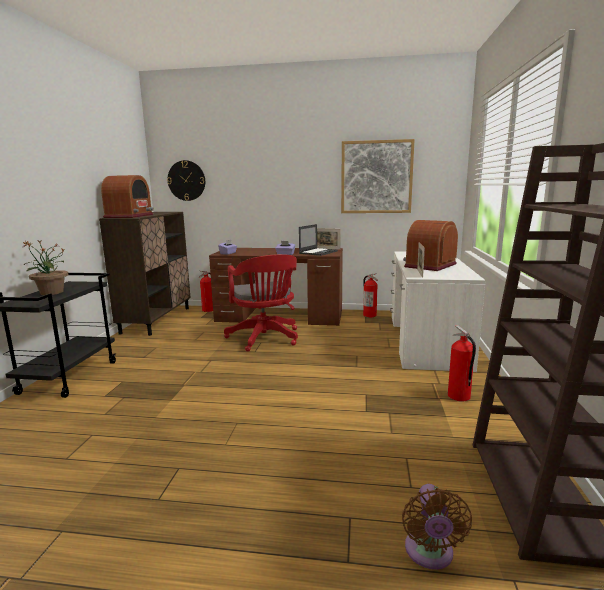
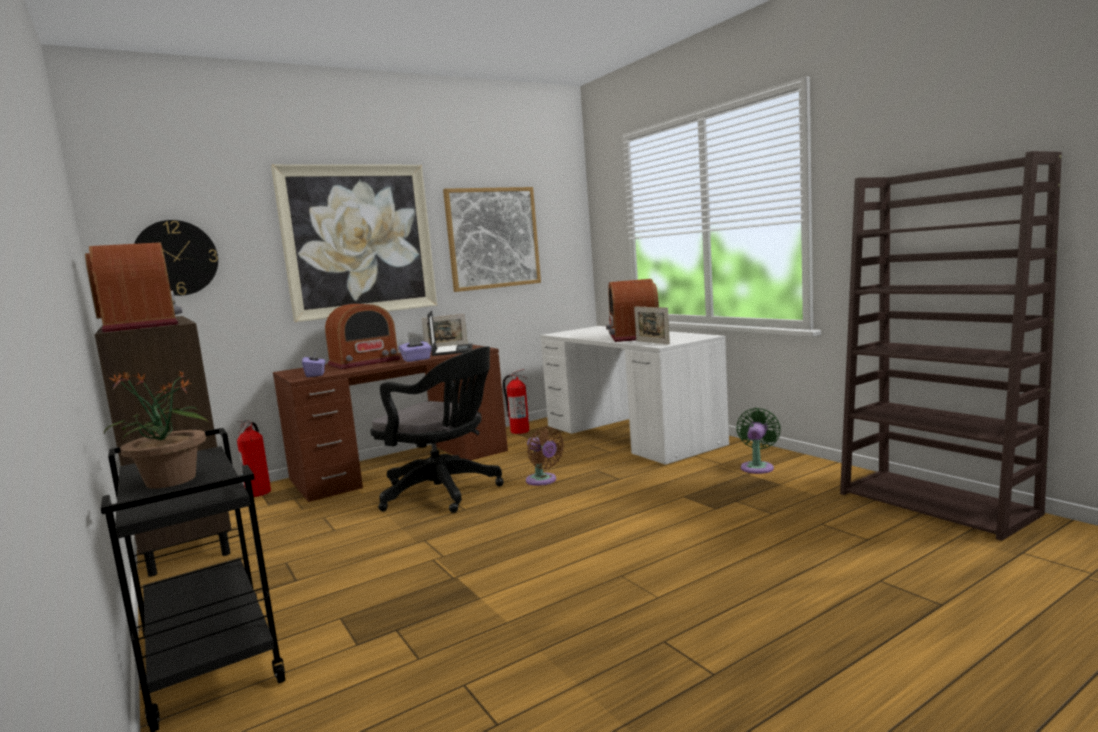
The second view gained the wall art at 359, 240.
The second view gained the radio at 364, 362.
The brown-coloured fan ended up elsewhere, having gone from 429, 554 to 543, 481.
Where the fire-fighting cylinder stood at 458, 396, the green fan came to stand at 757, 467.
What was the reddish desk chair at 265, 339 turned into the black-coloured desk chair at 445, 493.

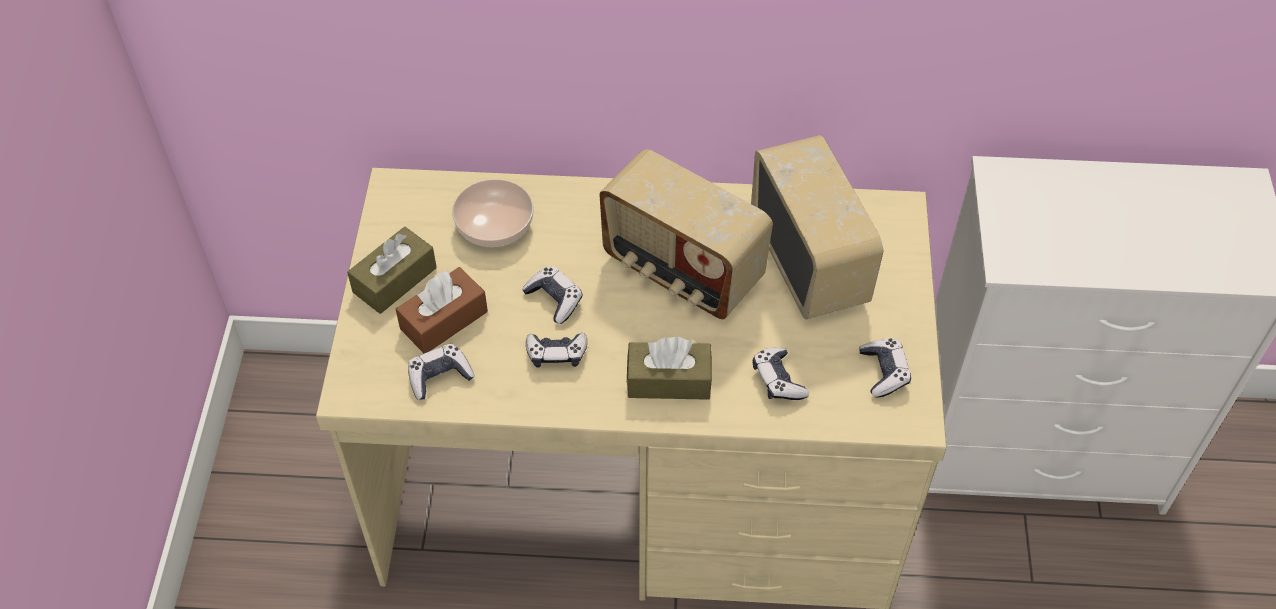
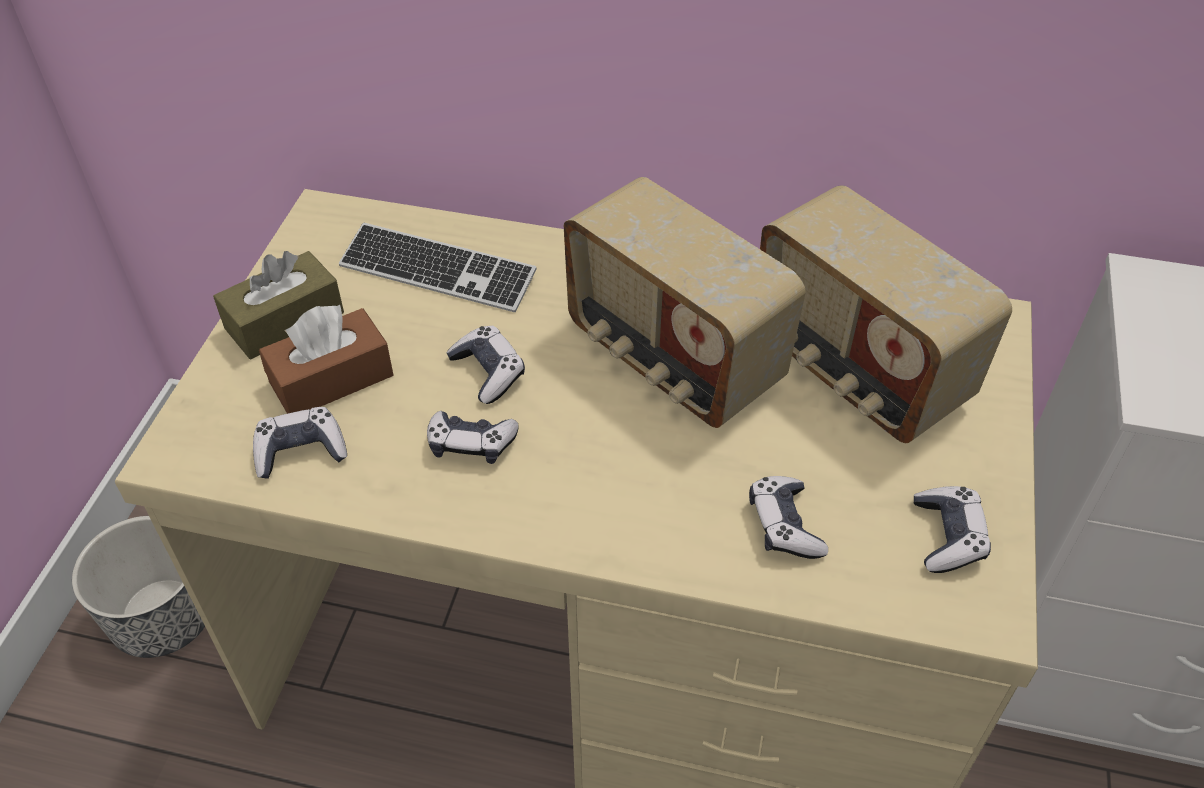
The second view lost the brown-coloured tissue box at 669, 380.
The second view gained the planter at 164, 616.
Where the bowl stood at 496, 225, the PC keyboard came to stand at 437, 271.
The radio at 810, 262 ended up facing another way, 150 degrees clockwise from before.

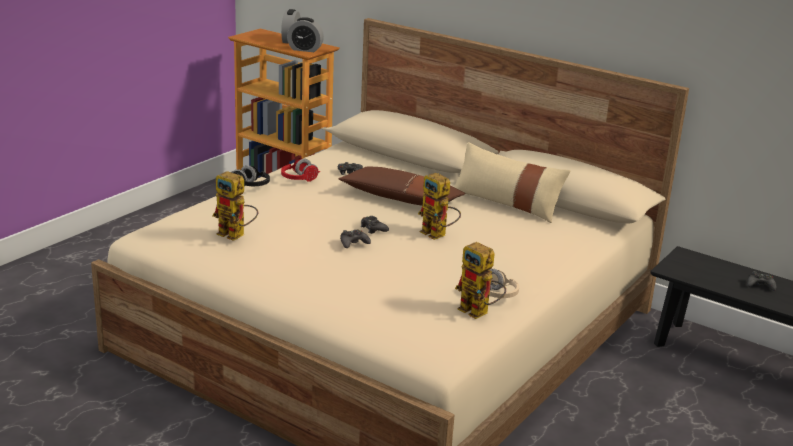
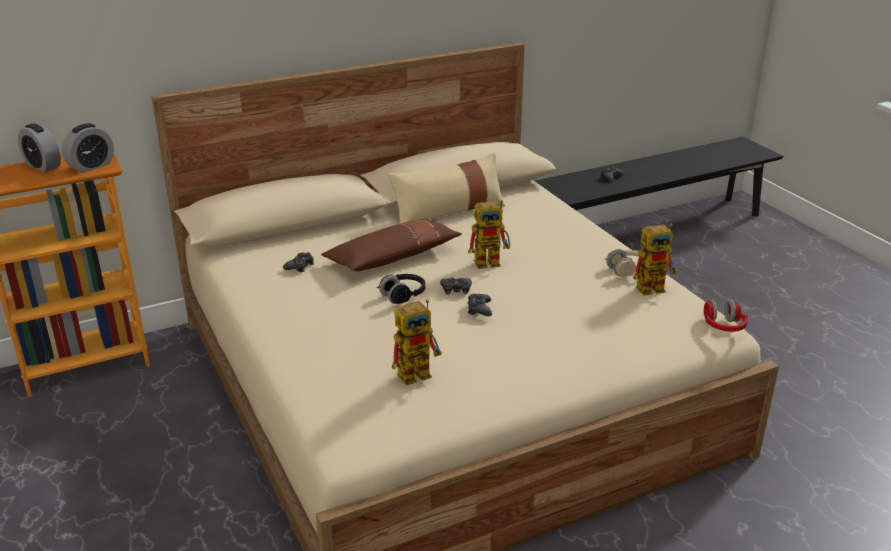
The black-coloured headset ended up elsewhere, having gone from 251, 186 to 403, 296.
The reddish headset ended up elsewhere, having gone from 299, 179 to 723, 326.

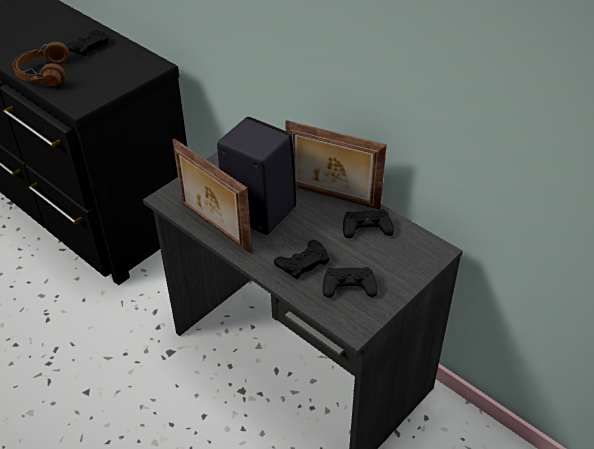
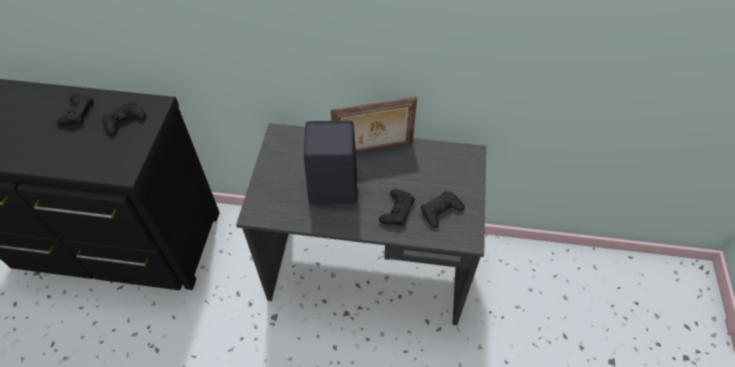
The second view lost the brown-coloured headset at 43, 75.
The second view lost the standing frame at 214, 227.
The black-coloured game controller ended up elsewhere, having gone from 366, 228 to 124, 120.

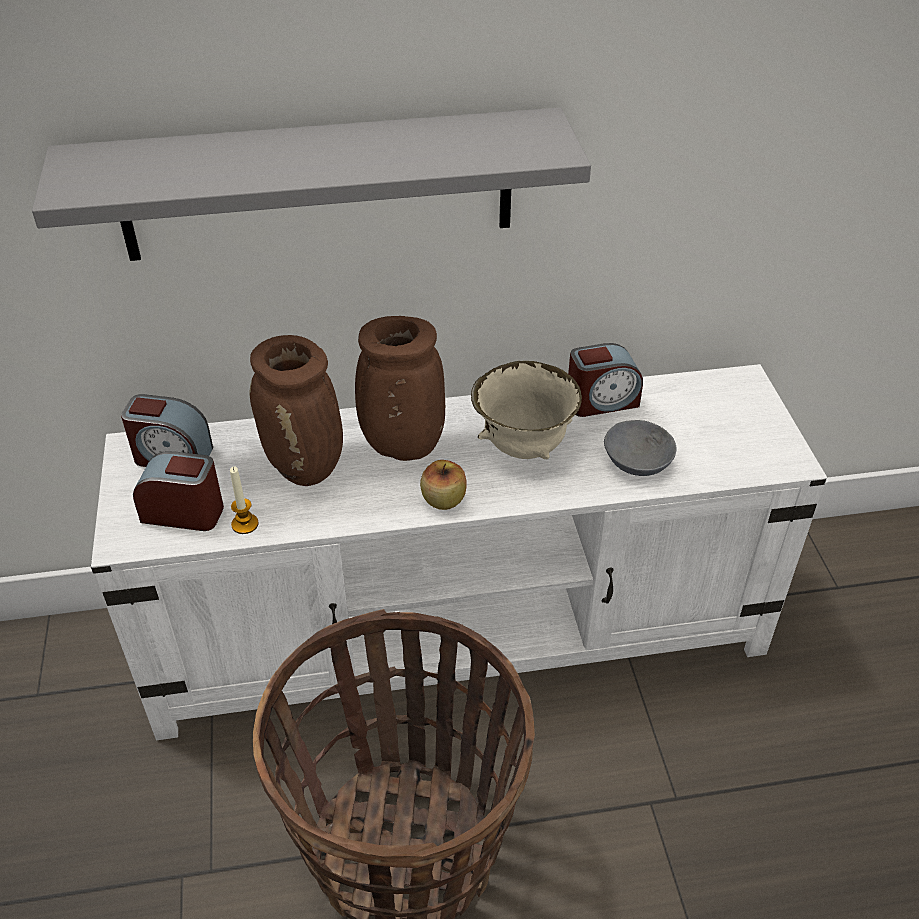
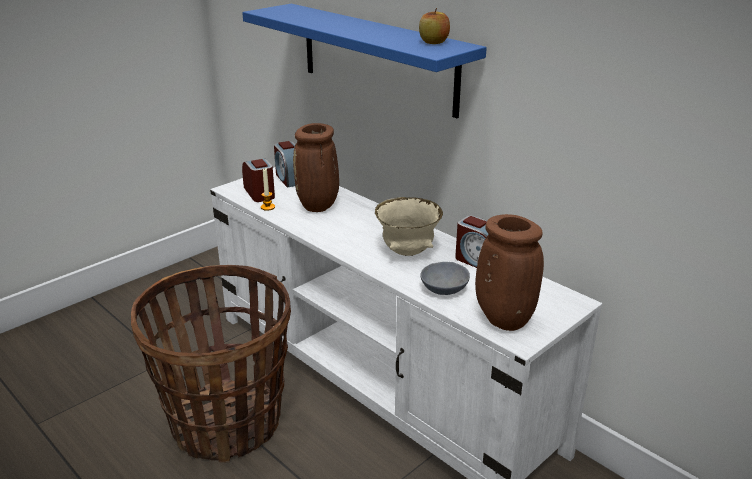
The brown-coloured flower vase ended up elsewhere, having gone from 401, 447 to 502, 319.
The apple ended up elsewhere, having gone from 443, 500 to 433, 42.
What was the greyish bracket shelf at 318, 186 turned into the blue-coloured bracket shelf at 377, 58.

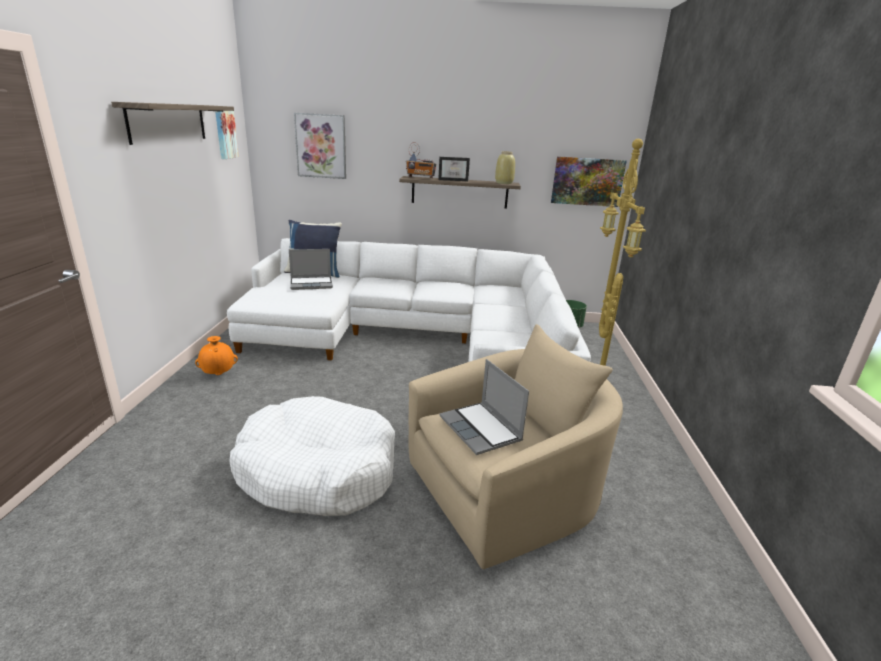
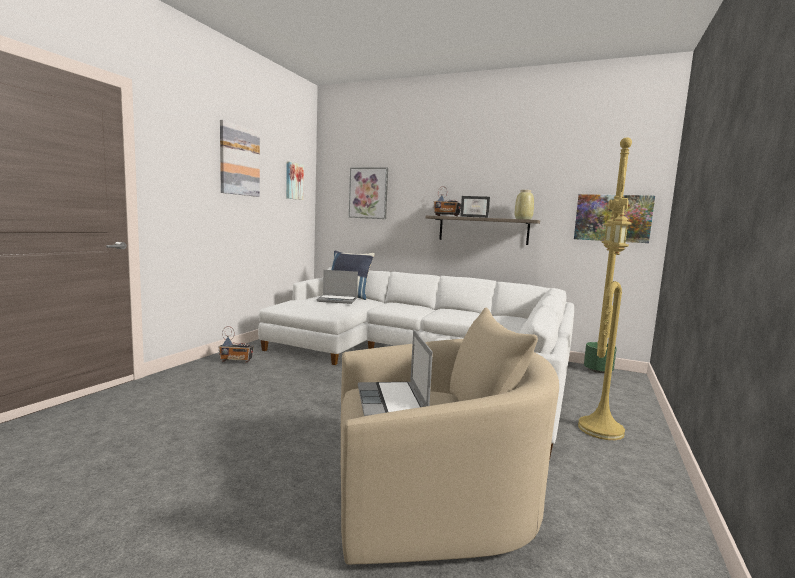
The second view lost the white-coloured pet bed at 317, 471.
Where the bracket shelf hung at 168, 122, the wall art came to hang at 239, 160.
Where the orange-coloured flower vase stood at 219, 374, the radio came to stand at 236, 361.

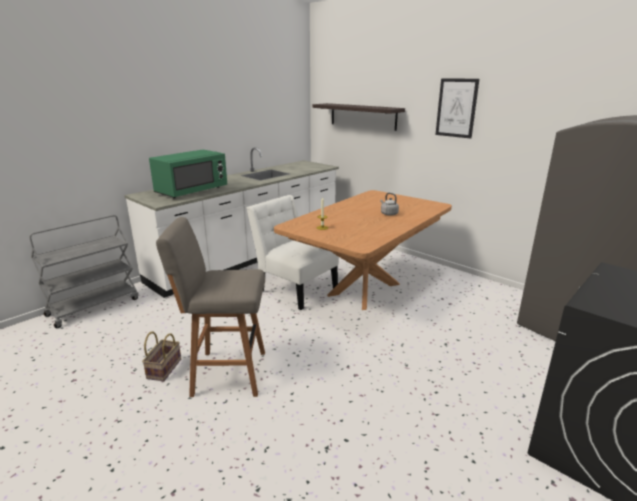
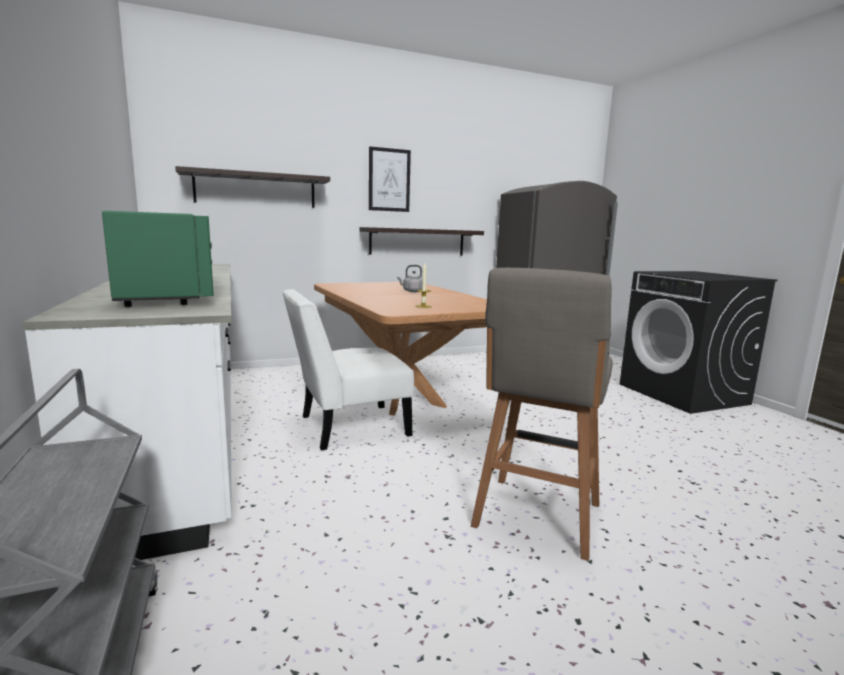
The second view lost the household basket at 164, 368.
The second view gained the bracket shelf at 417, 241.

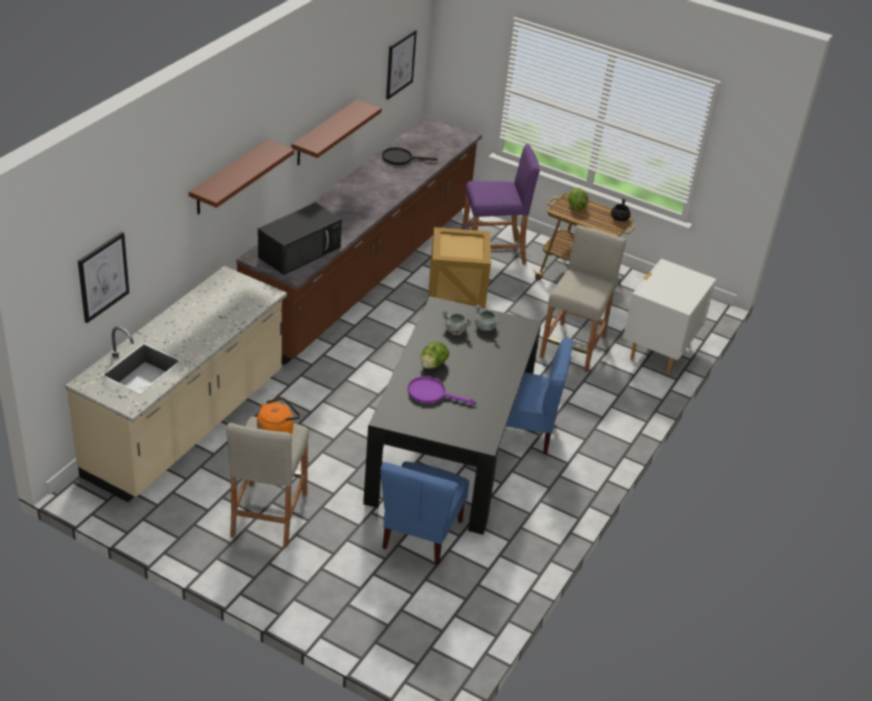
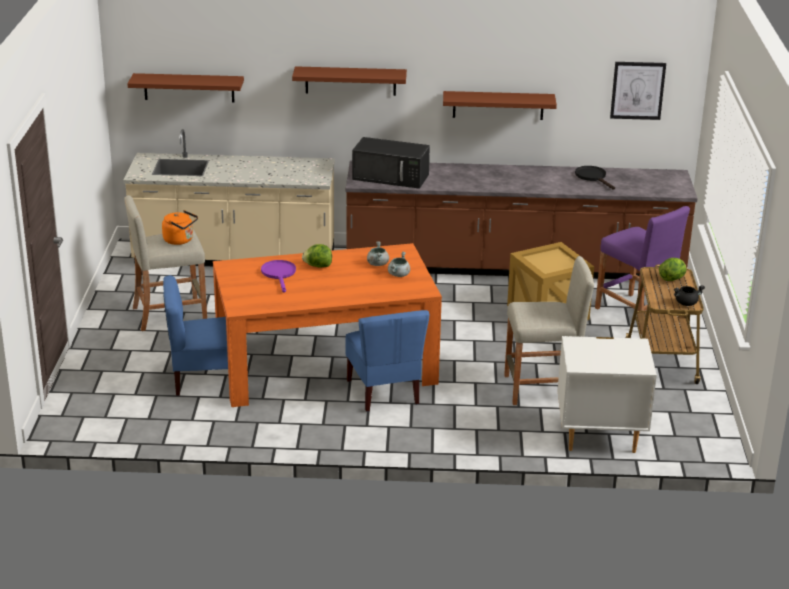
Where the wall art hung at 103, 276, the brown-coloured bracket shelf came to hang at 189, 87.
What was the black-coloured kitchen table at 450, 447 turned into the orange-coloured kitchen table at 326, 365.

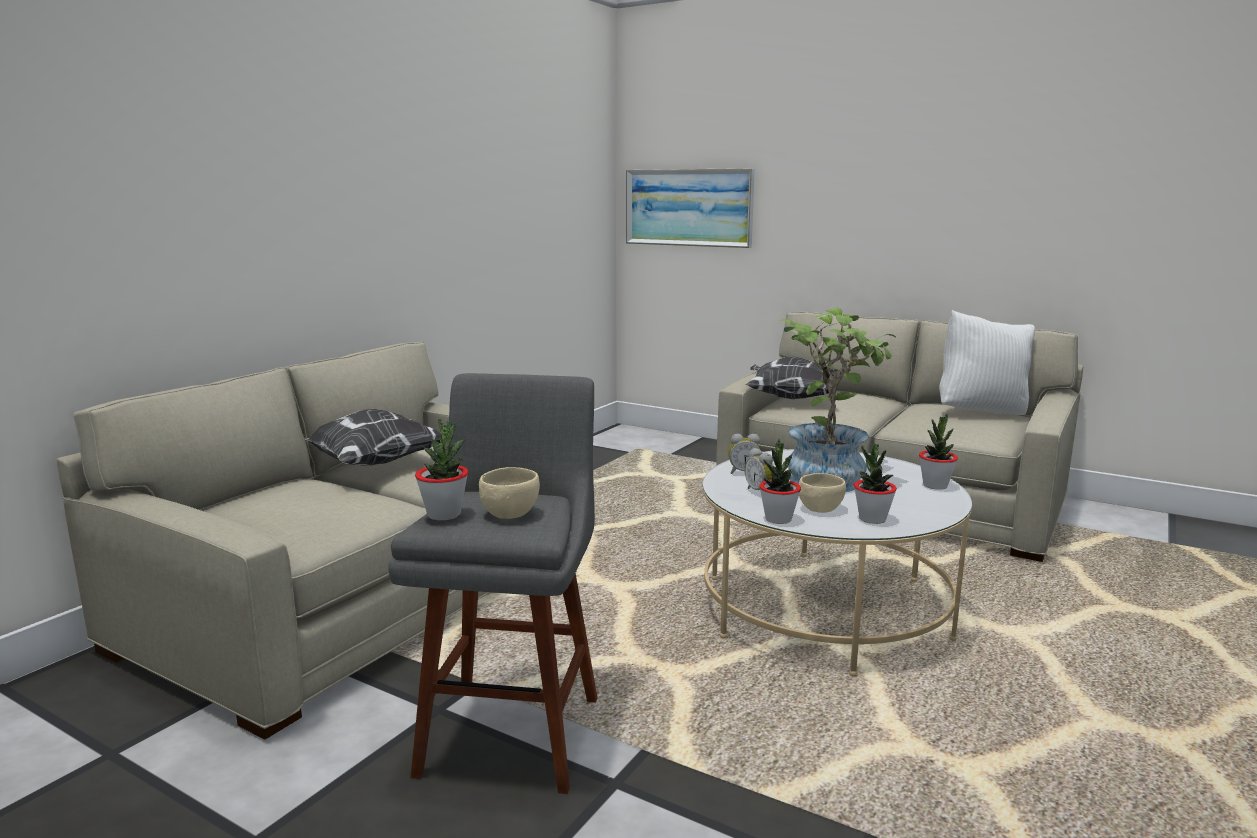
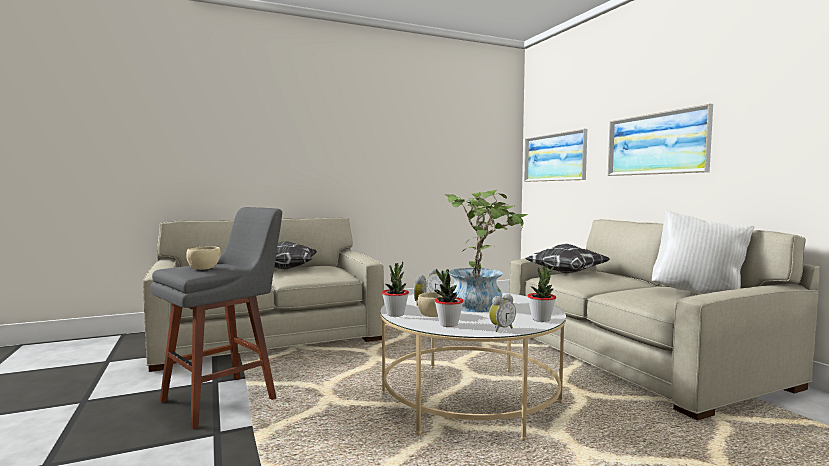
The second view lost the potted plant at 444, 514.
The second view gained the table clock at 501, 329.
The second view gained the wall art at 656, 144.

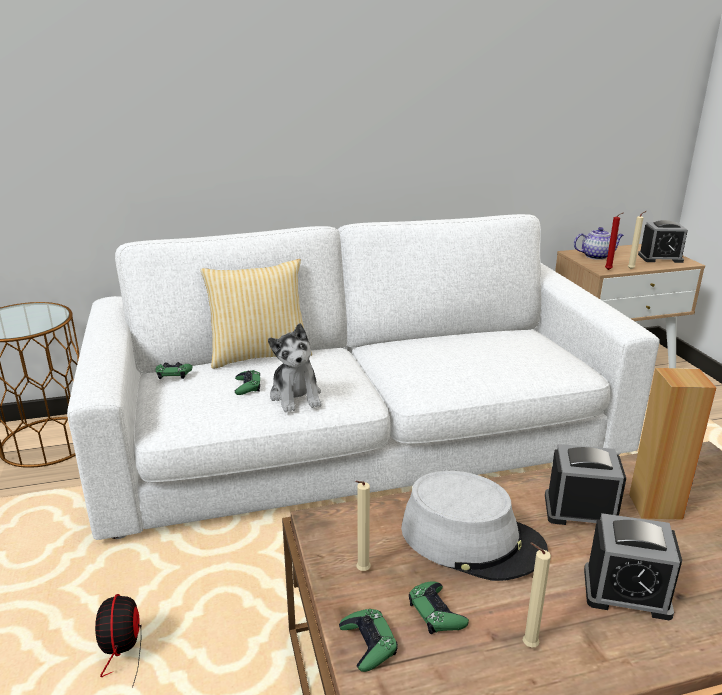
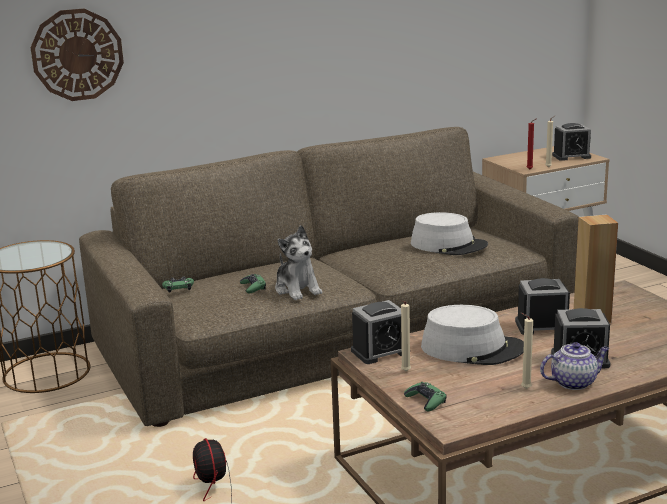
The second view lost the throw pillow at 259, 355.
The second view lost the green game controller at 436, 613.
The second view gained the clock on the wall at 77, 55.
The second view gained the table clock at 380, 351.
The second view gained the greyish hat at 448, 245.
The teapot ended up elsewhere, having gone from 596, 256 to 574, 382.
What was the white-coloured sofa at 360, 436 turned into the brown-coloured sofa at 336, 335.

